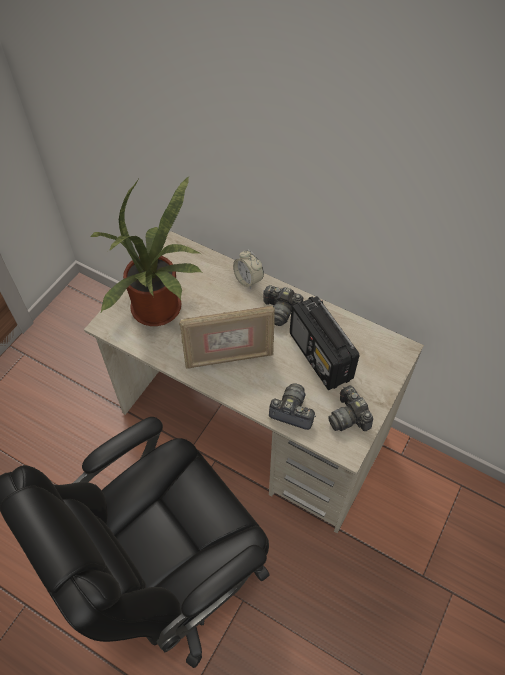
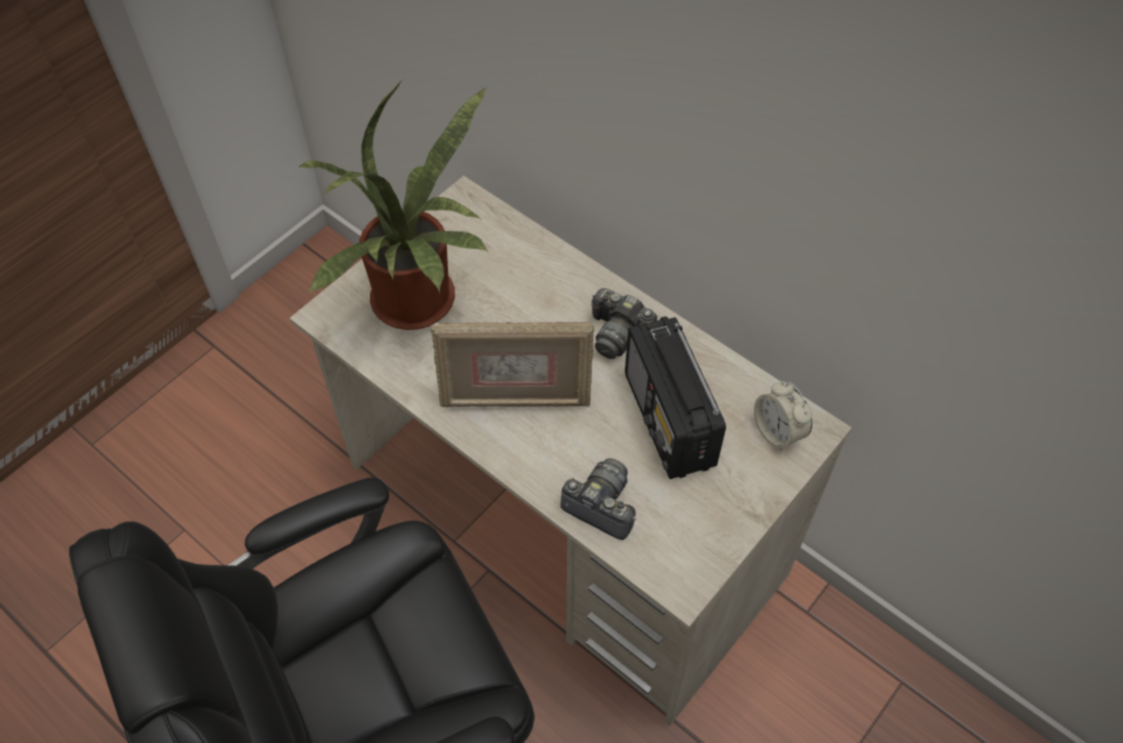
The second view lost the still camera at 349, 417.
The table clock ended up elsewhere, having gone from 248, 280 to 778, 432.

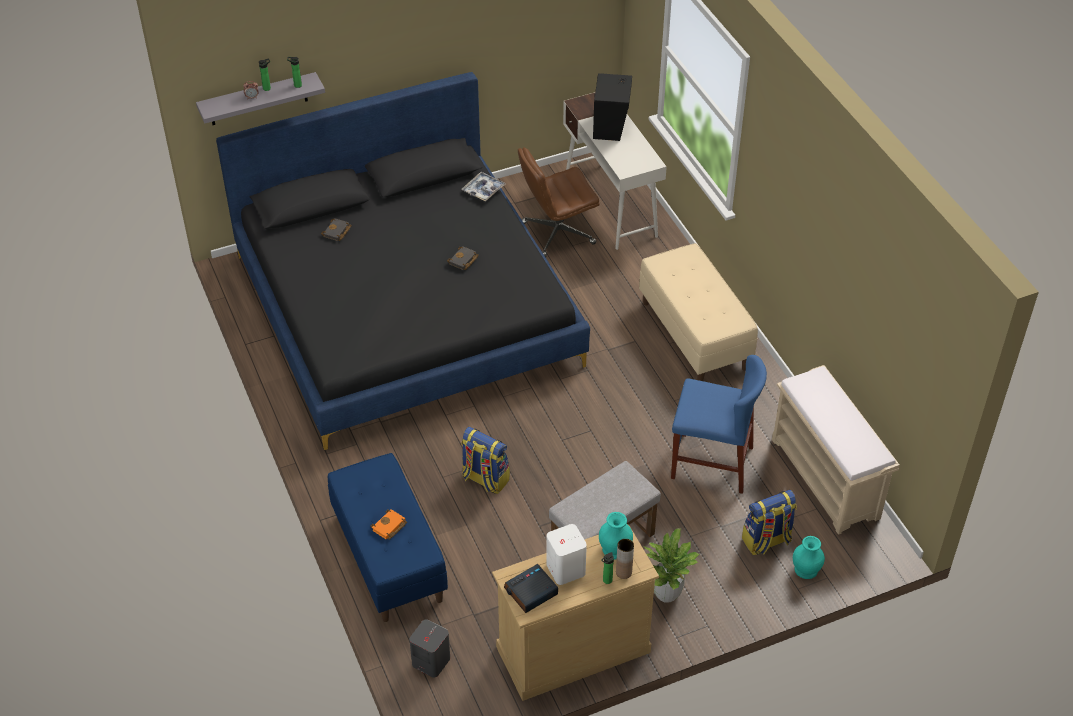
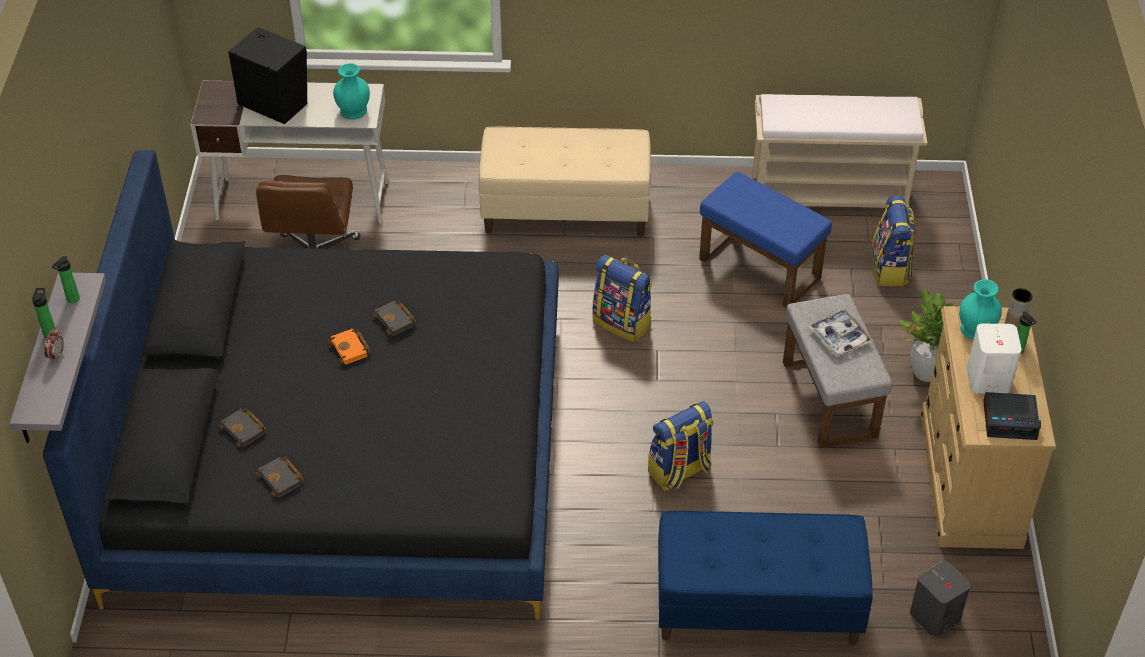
The second view gained the black-coloured volume at 282, 479.
The second view gained the knapsack at 623, 322.
The orange-coloured volume ended up elsewhere, having gone from 389, 527 to 351, 349.
The serving tray ended up elsewhere, having gone from 483, 190 to 839, 337.
The turquoise-coloured flower vase ended up elsewhere, having gone from 806, 570 to 354, 110.
Where the blue-coloured plain chair stood at 711, 462, the blue-coloured ottoman came to stand at 761, 268.
The table clock at 530, 592 ended up facing another way, 75 degrees counterclockwise from before.

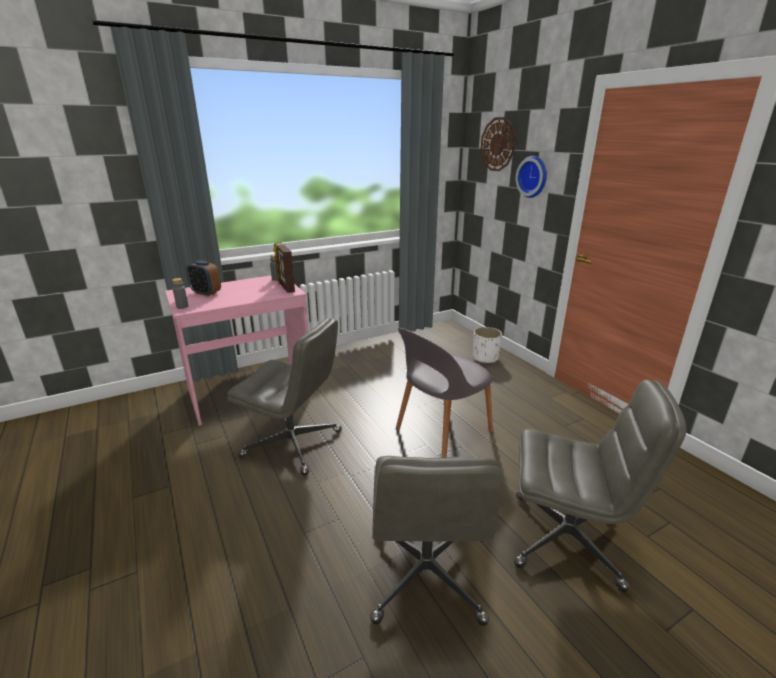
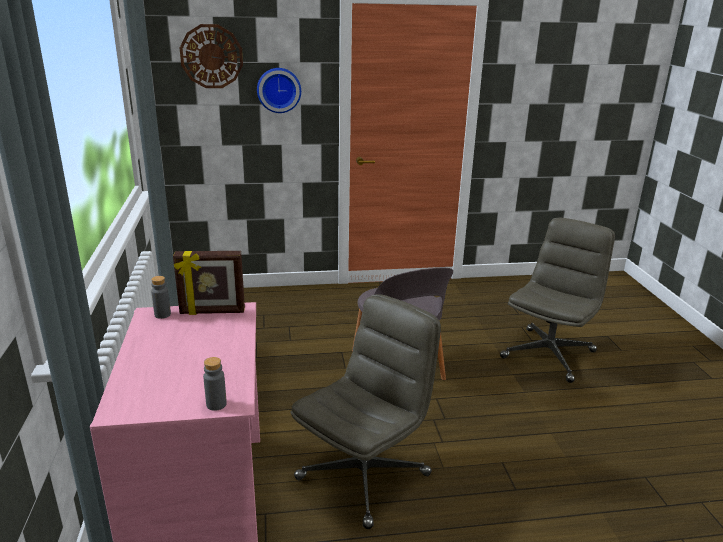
The second view lost the table clock at 206, 293.
The second view lost the greyish desk chair at 426, 576.
The second view lost the white-coloured planter at 485, 358.

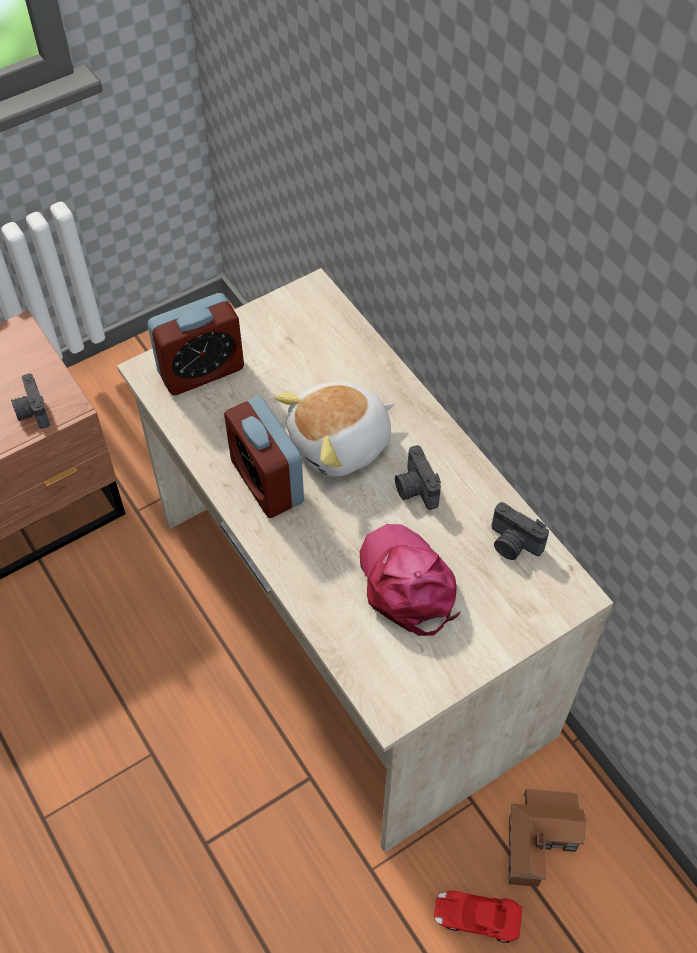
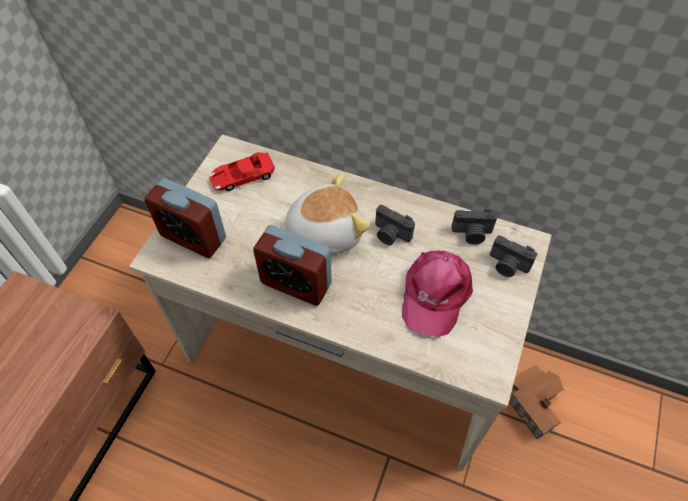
The still camera ended up elsewhere, having gone from 31, 412 to 507, 265.
The reddish toy car ended up elsewhere, having gone from 476, 917 to 242, 176.
The table clock at 201, 370 ended up facing another way, 90 degrees clockwise from before.
The soft toy at 341, 444 ended up facing another way, 135 degrees counterclockwise from before.
The pink baseball cap at 408, 583 ended up facing another way, 105 degrees counterclockwise from before.

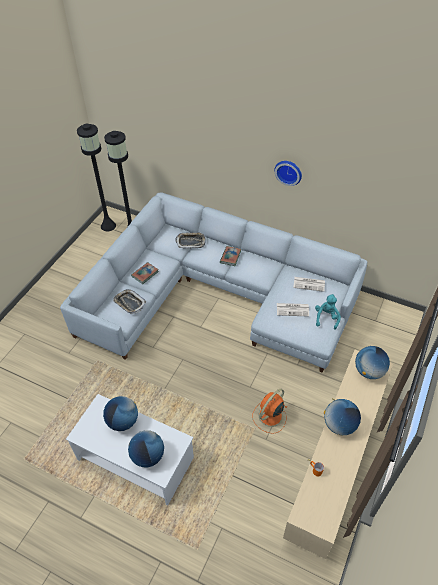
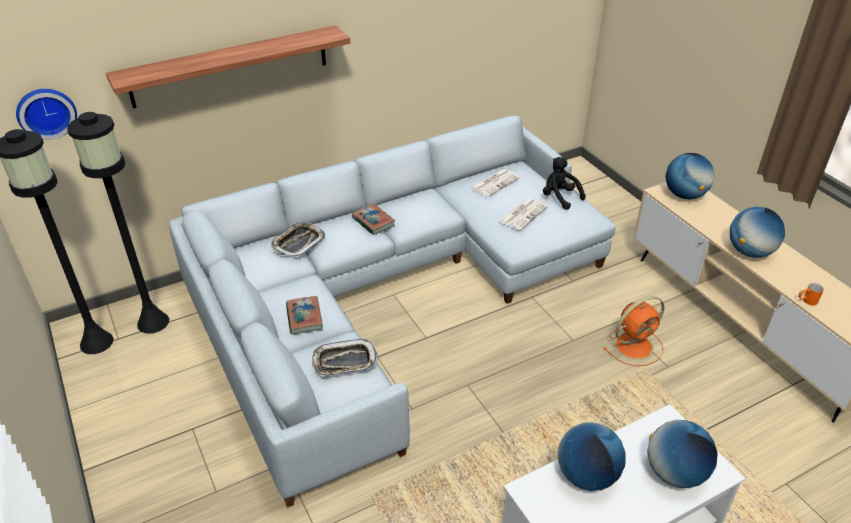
The second view gained the bracket shelf at 230, 66.
The clock on the wall ended up elsewhere, having gone from 288, 171 to 46, 112.
What was the turquoise-coloured soft toy at 326, 318 turned into the black-coloured soft toy at 559, 197.
The orange-coloured fan at 269, 416 ended up facing another way, 105 degrees counterclockwise from before.

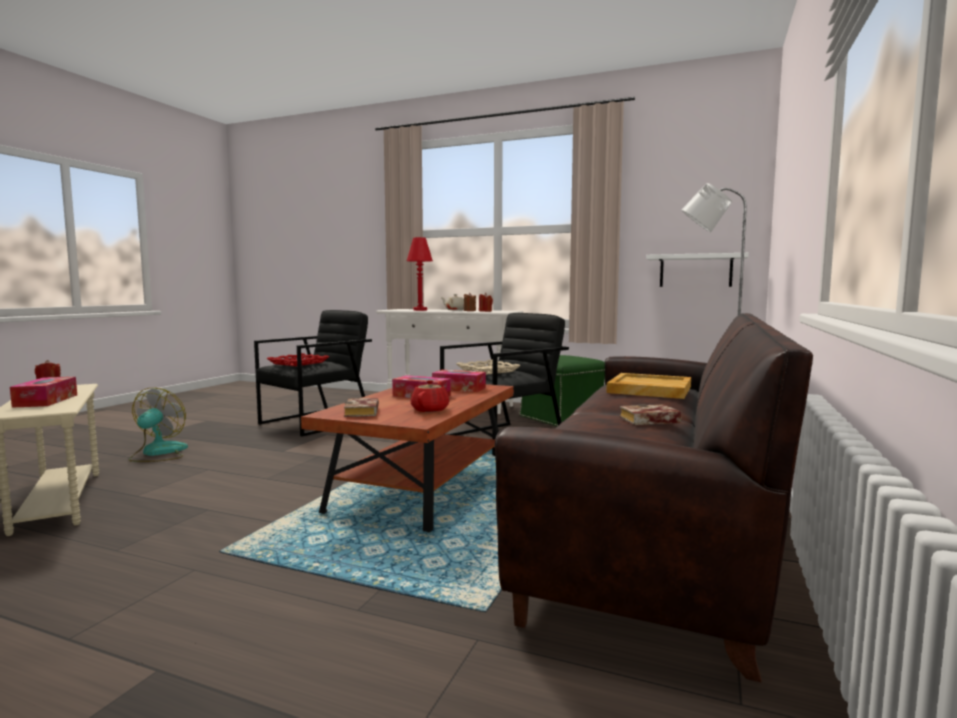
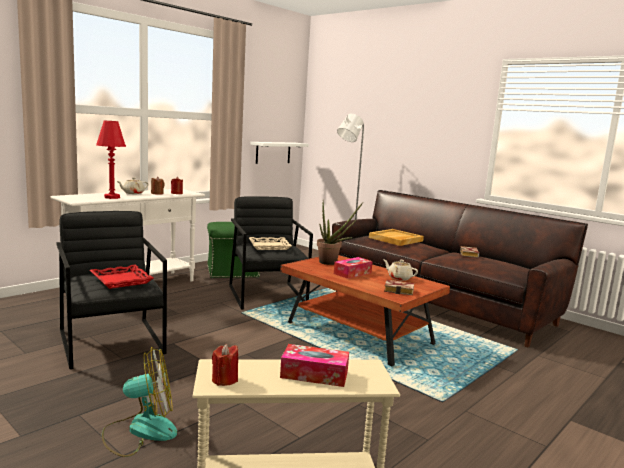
Where the tissue box stood at 459, 388, the potted plant came to stand at 332, 263.
What was the reddish teapot at 430, 409 turned into the beige-coloured teapot at 399, 278.
The fan at 158, 453 ended up facing another way, 135 degrees clockwise from before.

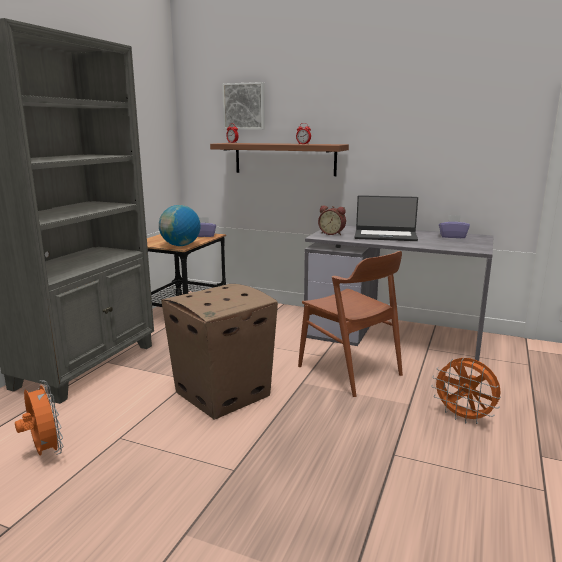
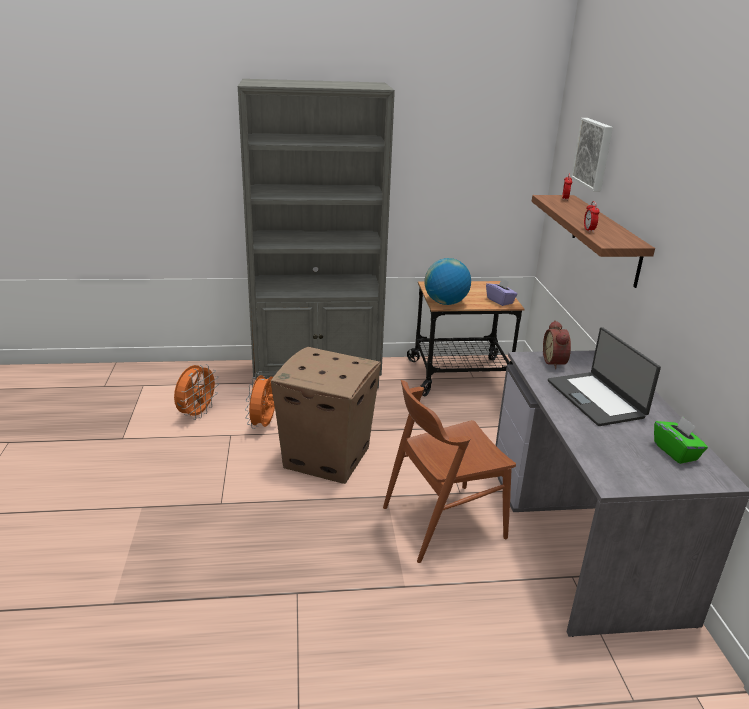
The orange-coloured fan ended up elsewhere, having gone from 464, 417 to 264, 425.
What was the purple tissue box at 452, 236 turned into the green tissue box at 676, 452.
The brown-coloured plain chair at 349, 370 ended up facing another way, 45 degrees clockwise from before.

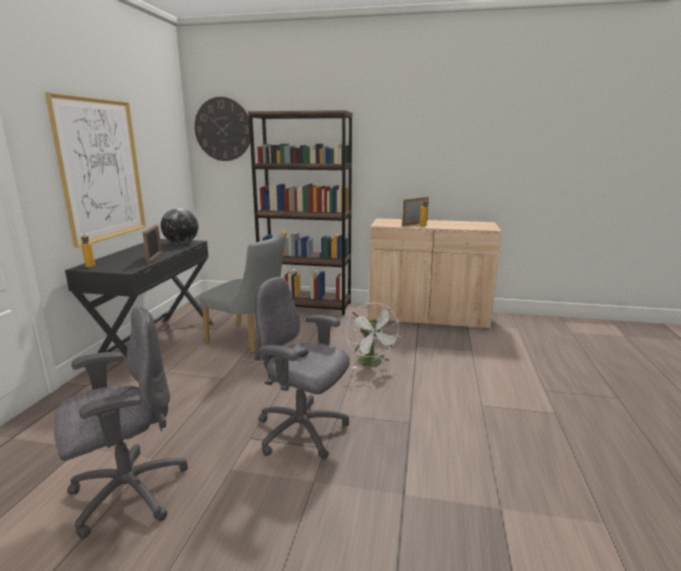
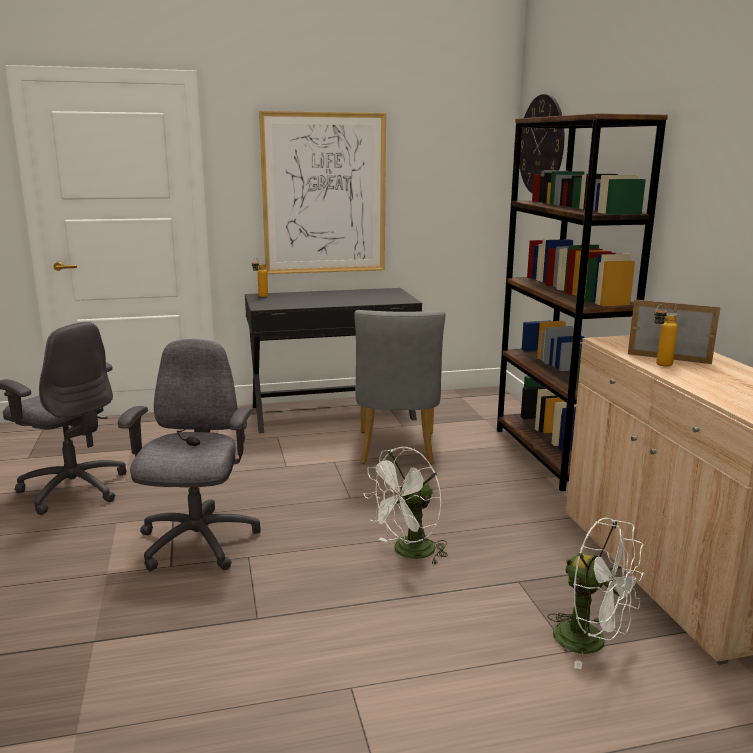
The second view lost the standing frame at 154, 258.
The second view lost the globe at 181, 243.
The second view gained the white-coloured fan at 591, 642.

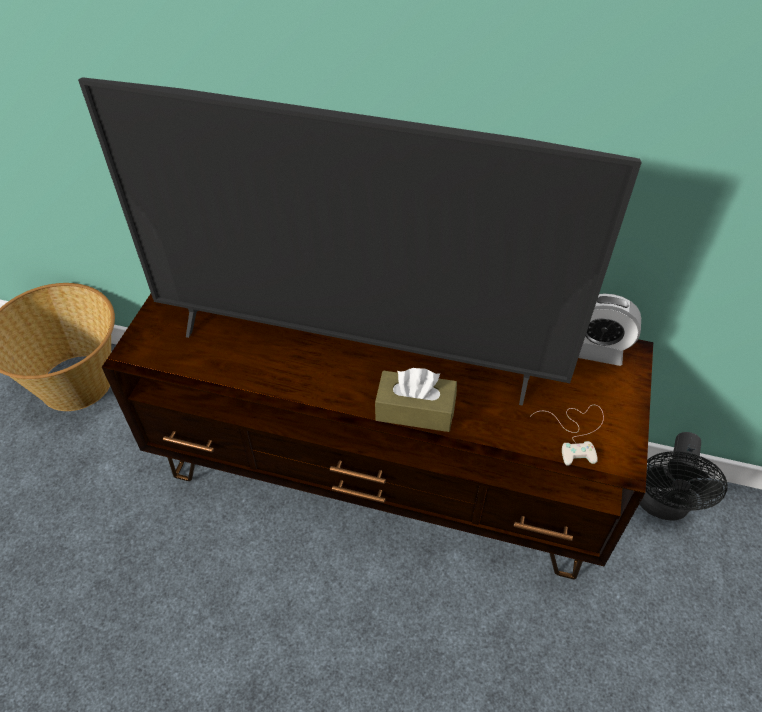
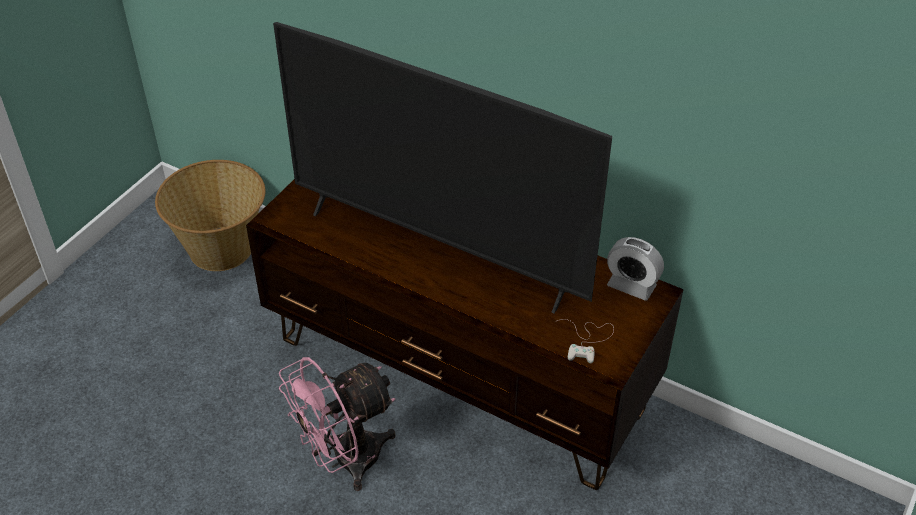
The second view lost the brown-coloured tissue box at 415, 410.
The second view lost the black-coloured fan at 661, 504.
The second view gained the pink fan at 345, 460.

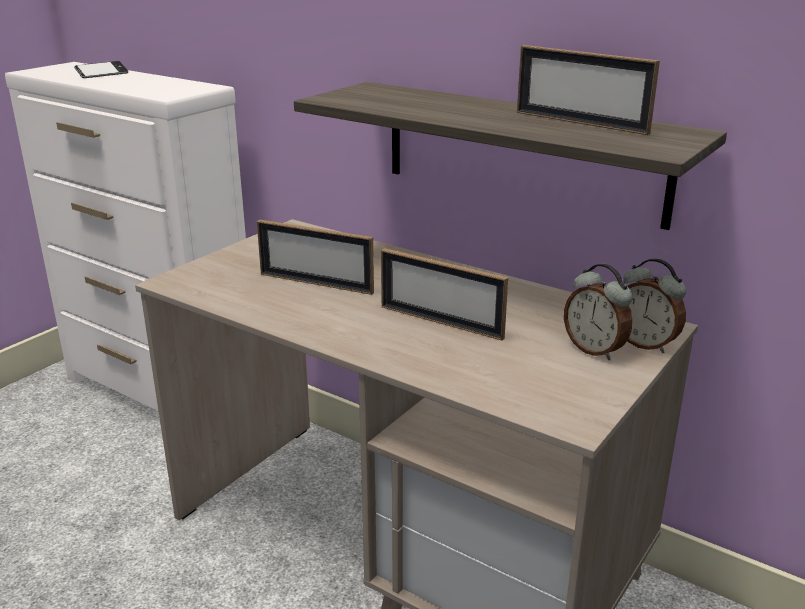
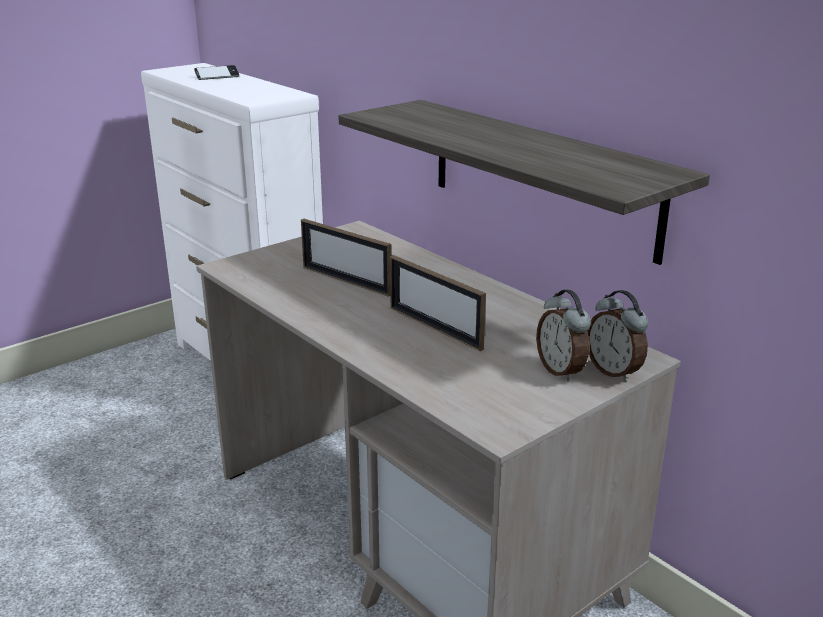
The second view lost the standing frame at 580, 122.

